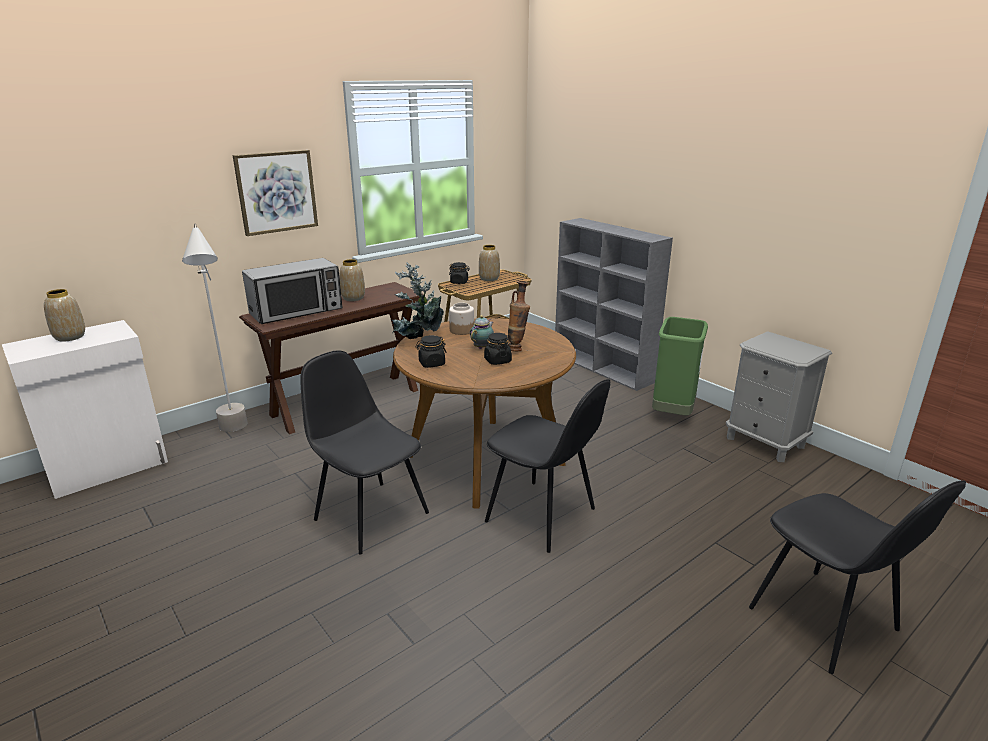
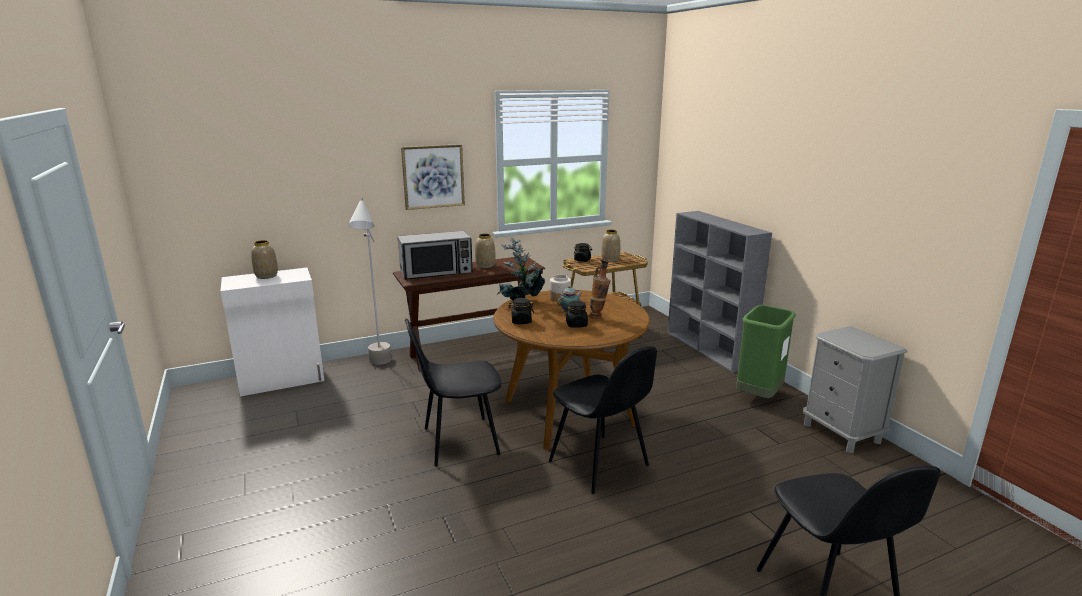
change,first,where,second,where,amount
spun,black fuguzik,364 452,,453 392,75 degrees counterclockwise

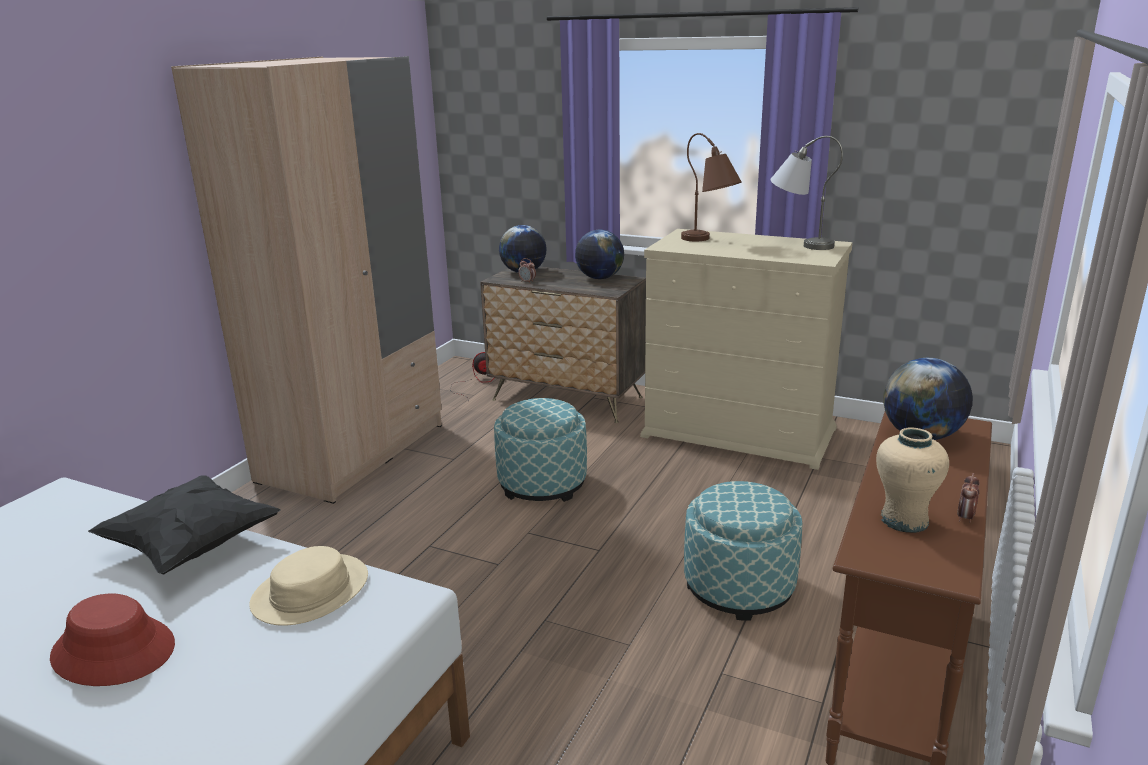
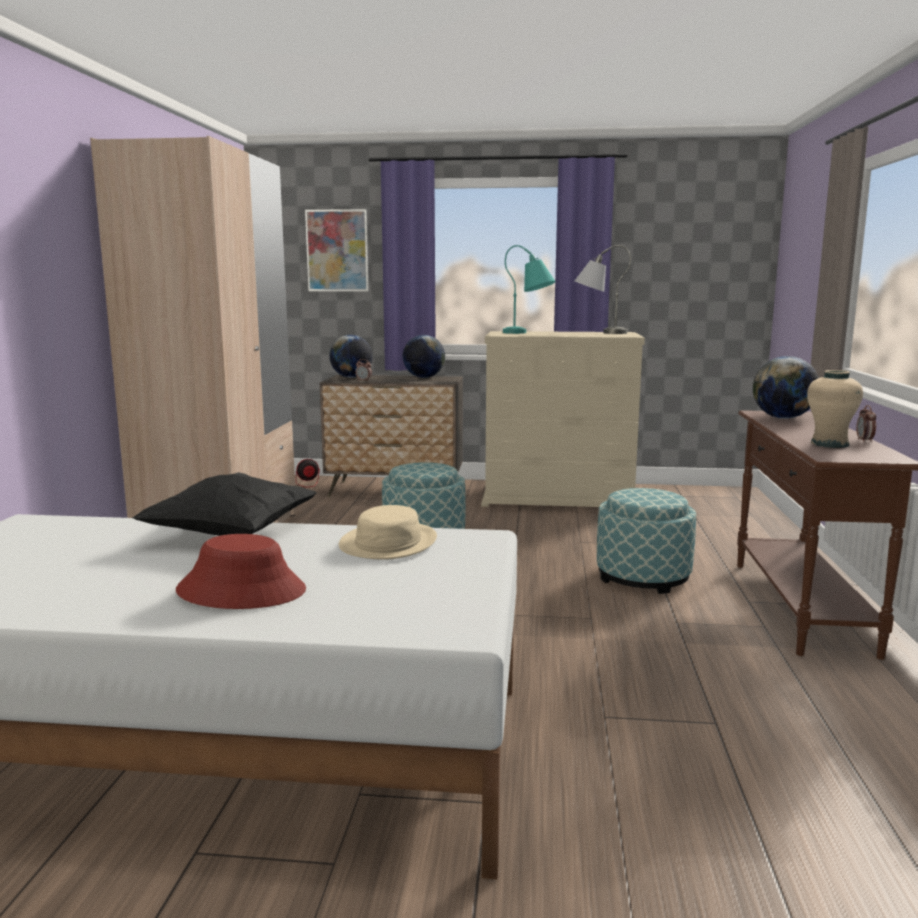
change,first,where,second,where,amount
appeared,,,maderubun,337 250,
colour,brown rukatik,711 187,turquoise rukatik,529 289,

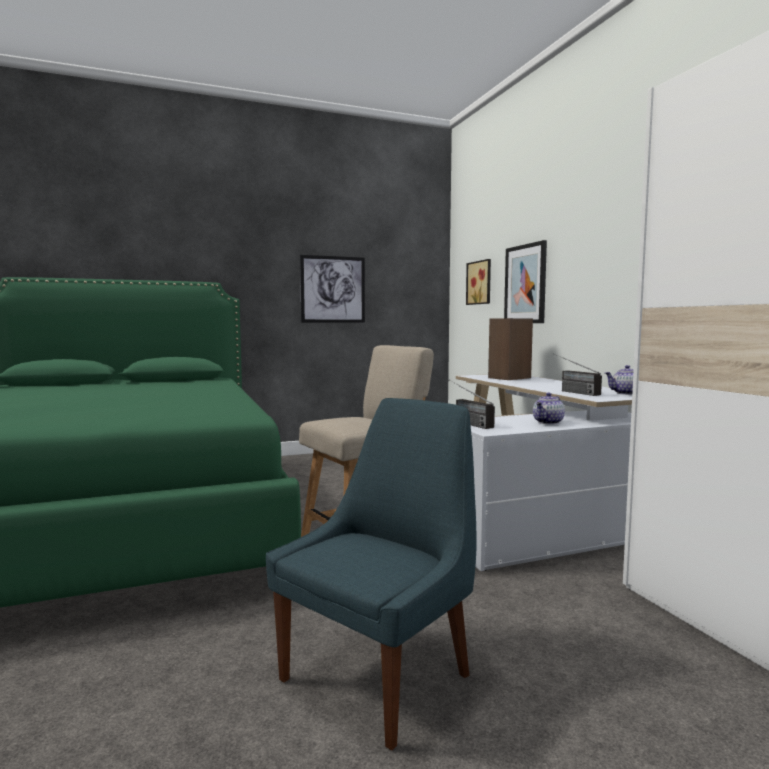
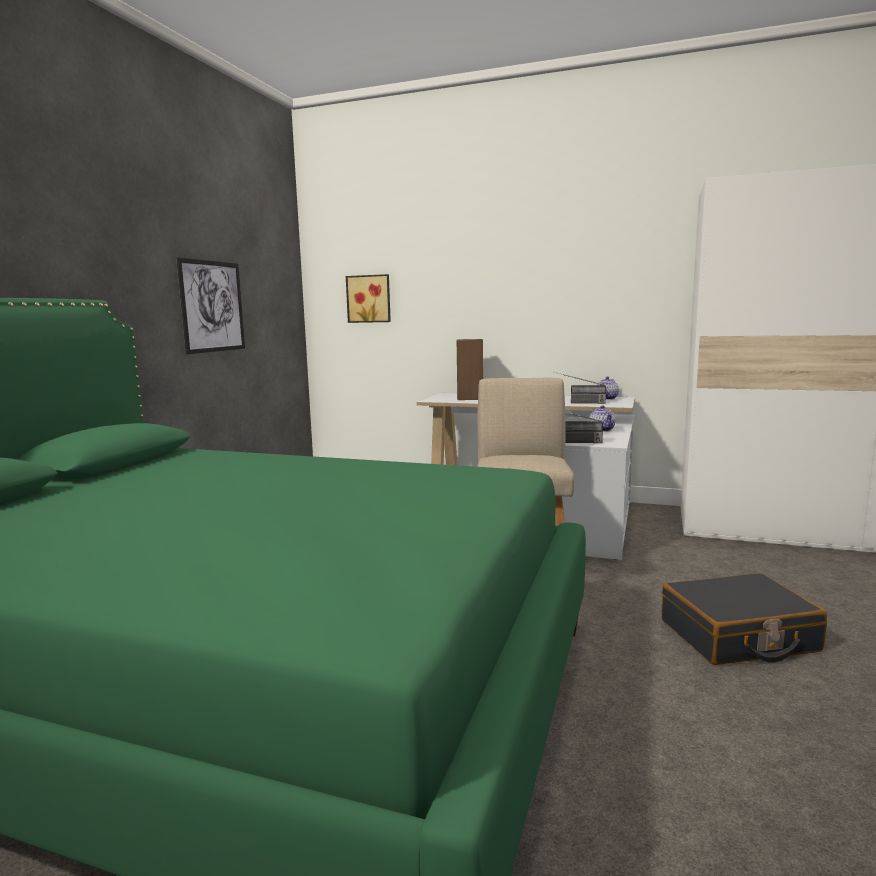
change,first,where,second,where,amount
missing,maderubun,525 281,,,
exchanged,blue fuguzik,371 574,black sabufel,744 619,

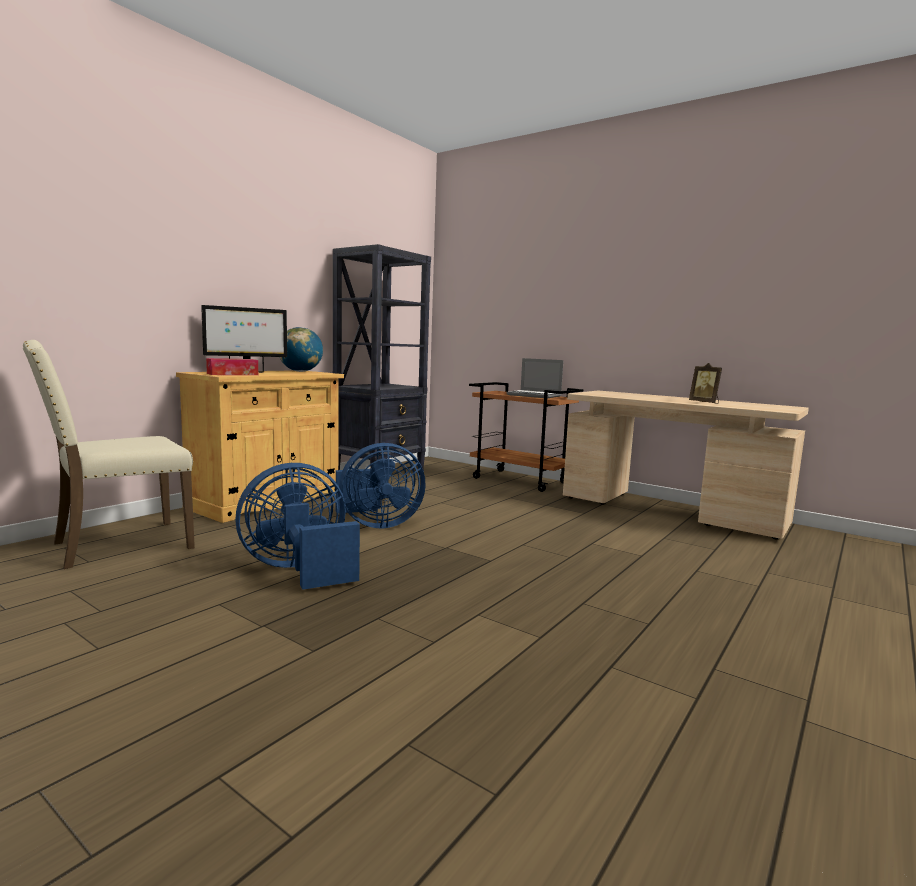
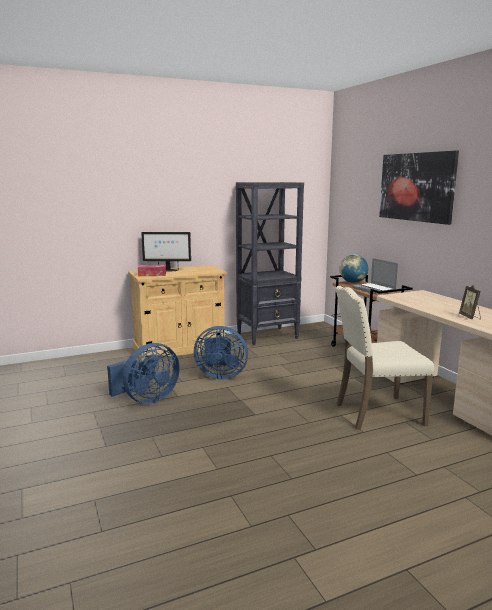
change,first,where,second,where,amount
appeared,,,maderubun,419 188,
relocated,beige fuguzik,109 454,,385 358,
relocated,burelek,301 349,,353 269,
spun,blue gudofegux,297 526,,143 373,135 degrees clockwise

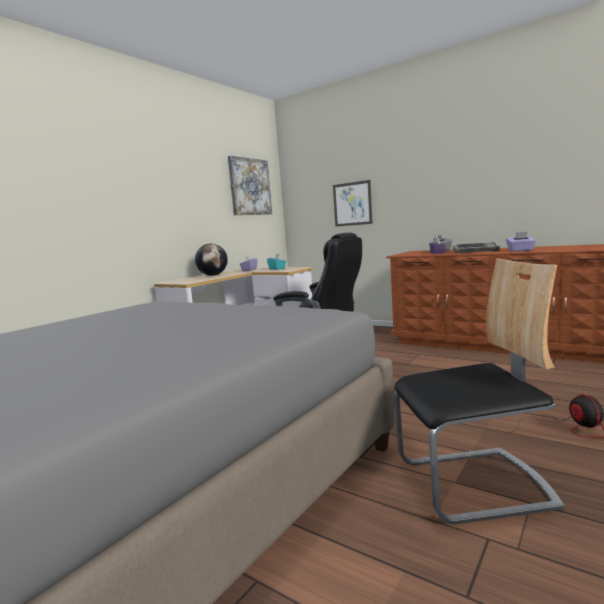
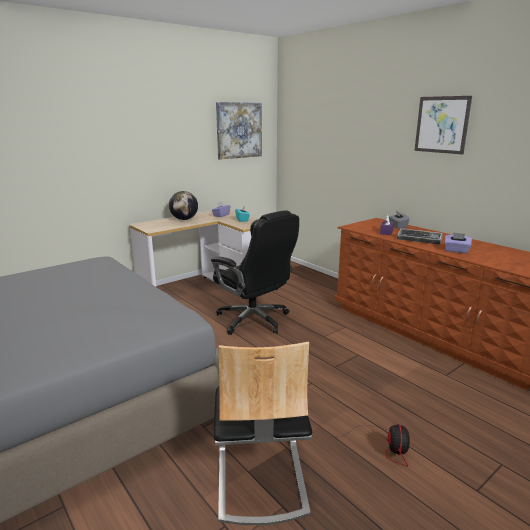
change,first,where,second,where,amount
relocated,maderubun,353 203,,443 125,
spun,fuguzik,479 391,,263 433,75 degrees clockwise

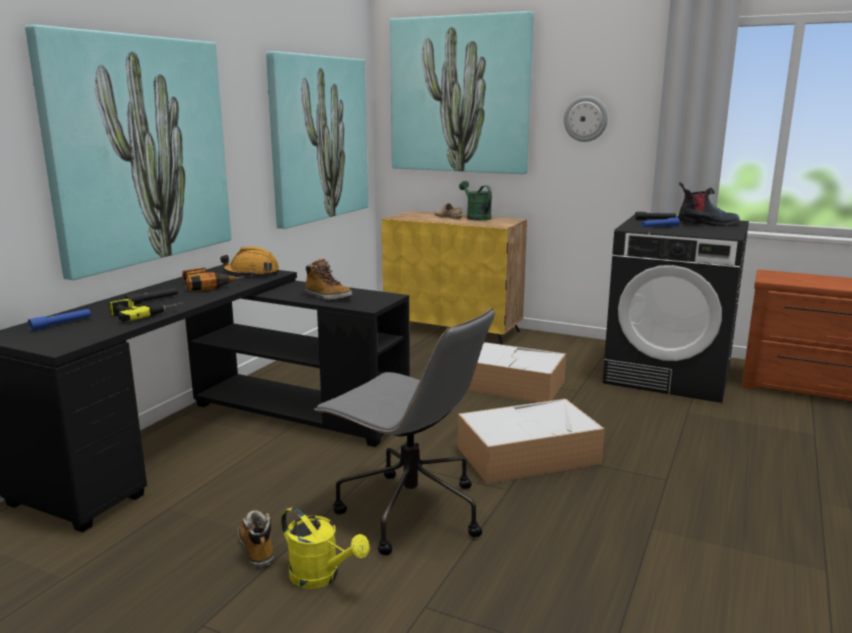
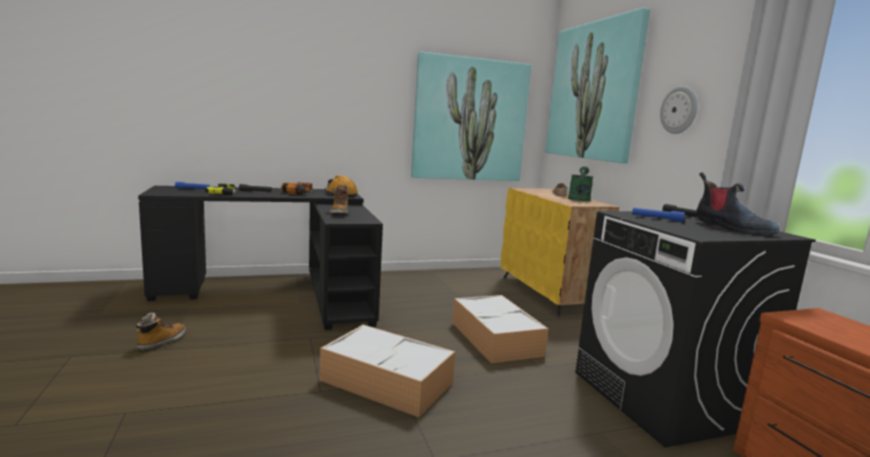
change,first,where,second,where,amount
missing,maderubun,128 152,,,
missing,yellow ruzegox,325 548,,,
missing,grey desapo,404 431,,,

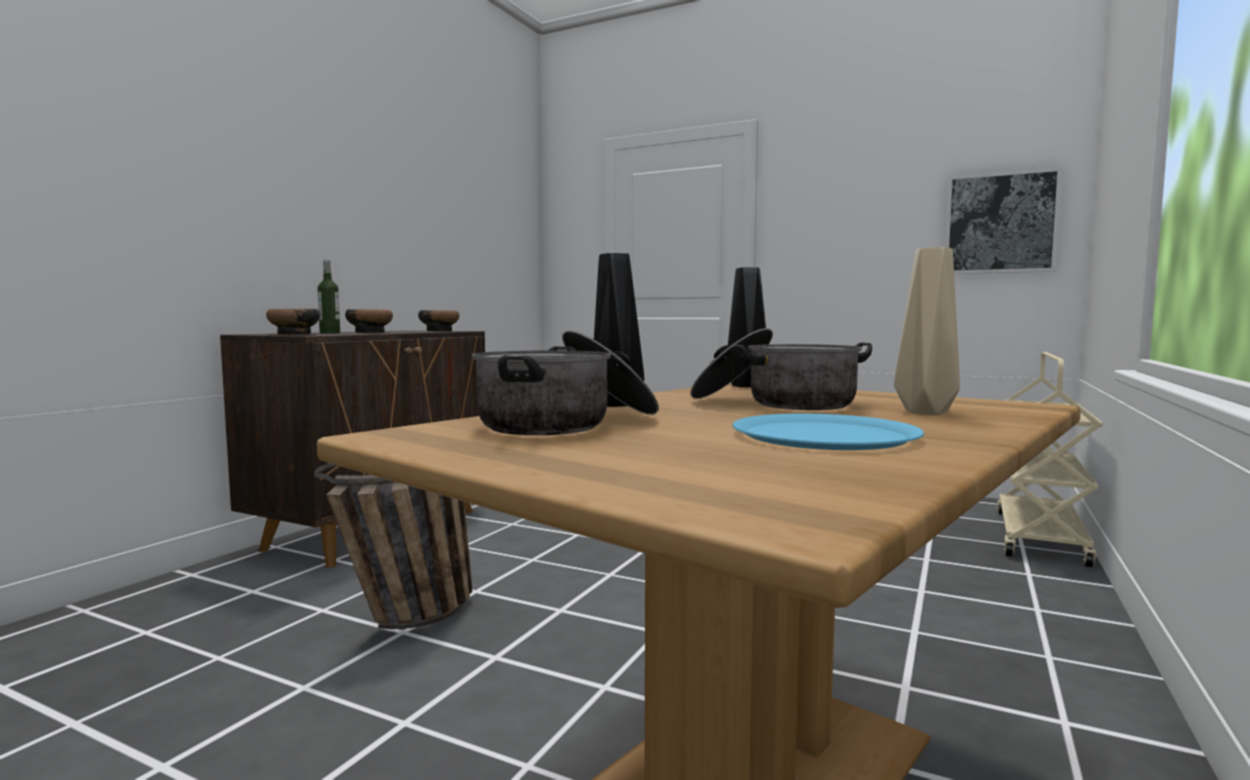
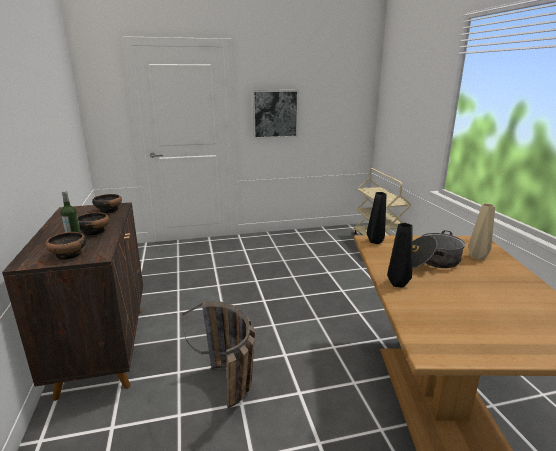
change,first,where,second,where,amount
missing,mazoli,565 382,,,
missing,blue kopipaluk,828 432,,,
relocated,maderubun,1003 220,,275 114,

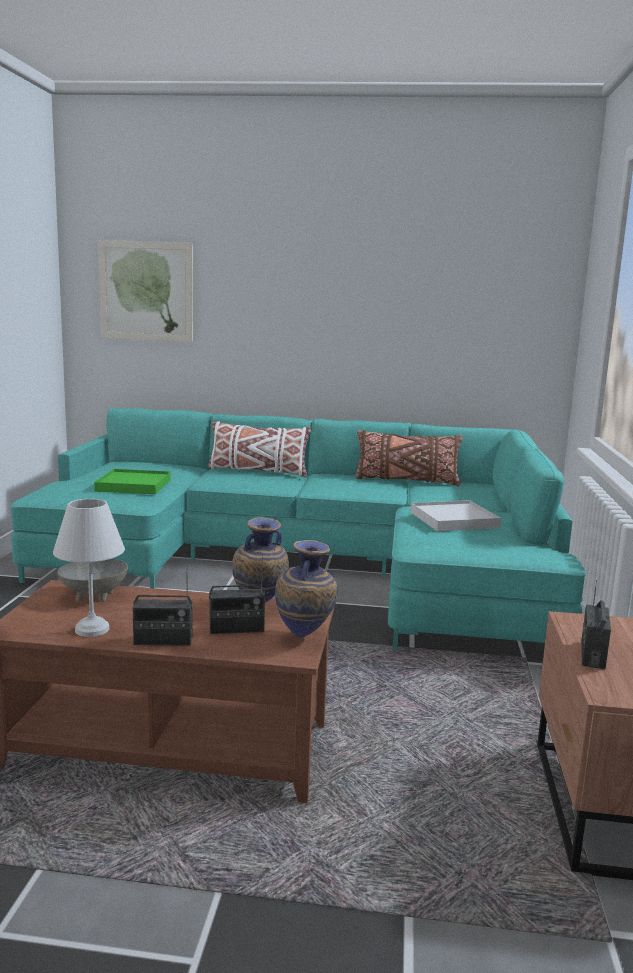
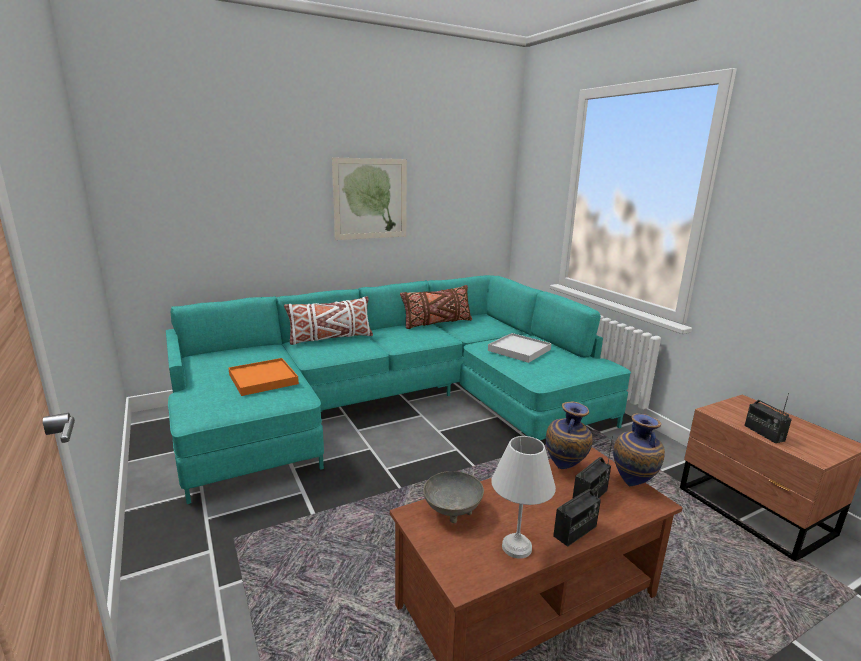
change,first,where,second,where,amount
relocated,maderubun,145 291,,369 198,
colour,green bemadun,132 481,orange bemadun,264 377,

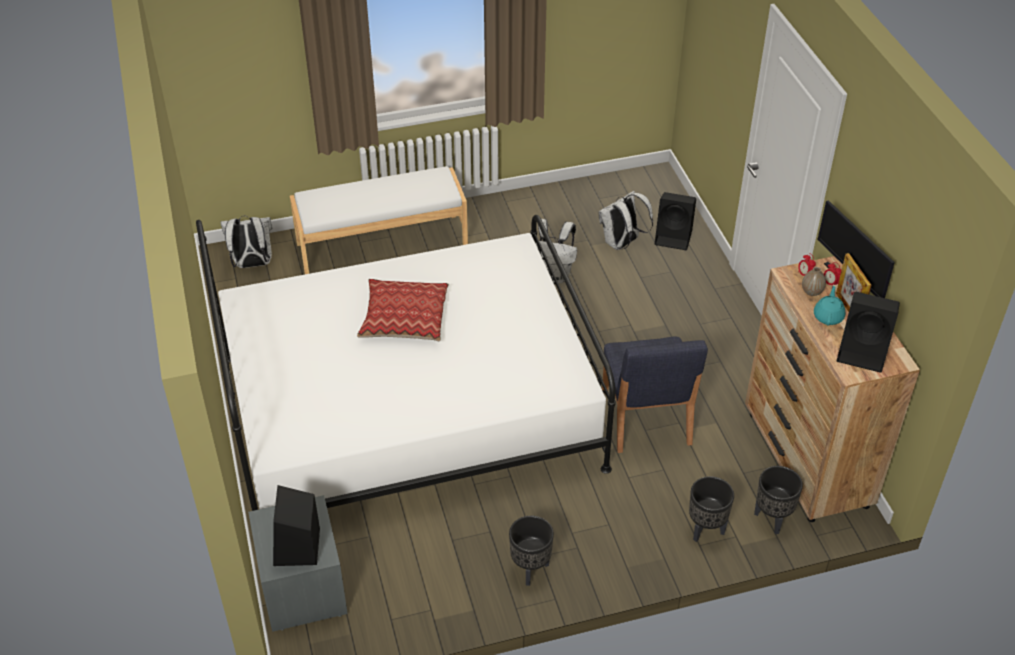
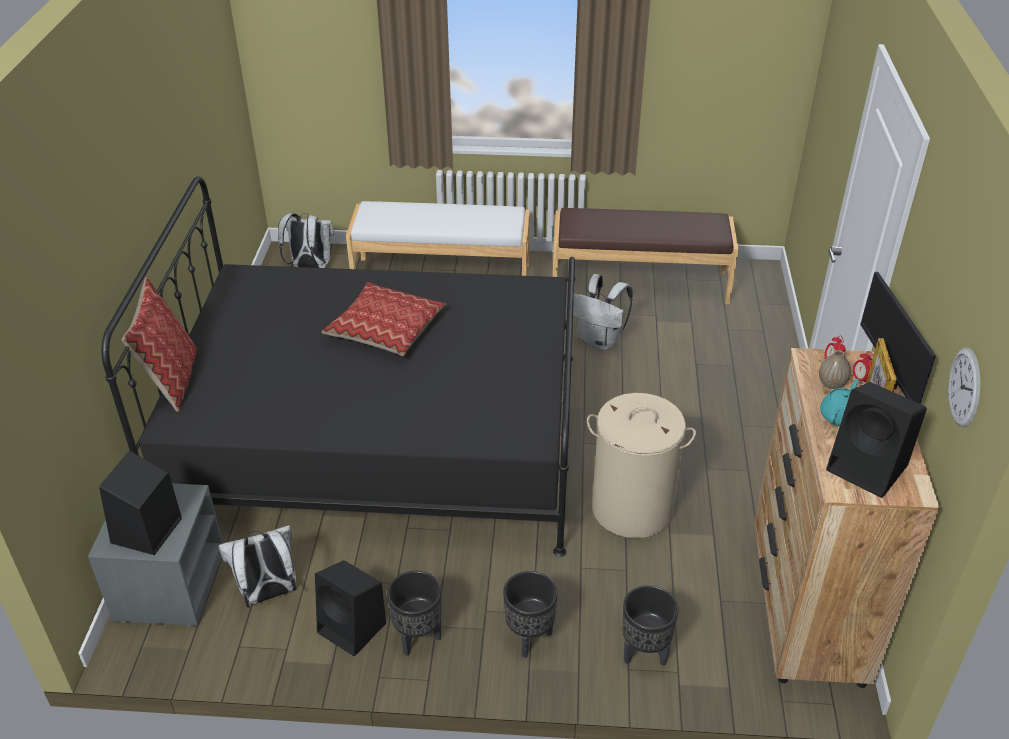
change,first,where,second,where,amount
appeared,,,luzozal,159 345,
appeared,,,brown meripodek,646 256,
appeared,,,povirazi,964 387,
relocated,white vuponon,626 220,,257 566,
relocated,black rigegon,675 221,,350 608,
relocated,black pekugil,778 500,,530 614,
exchanged,blue fuguzik,655 395,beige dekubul,641 465,
colour,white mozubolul,406 363,black mozubolul,338 366,

